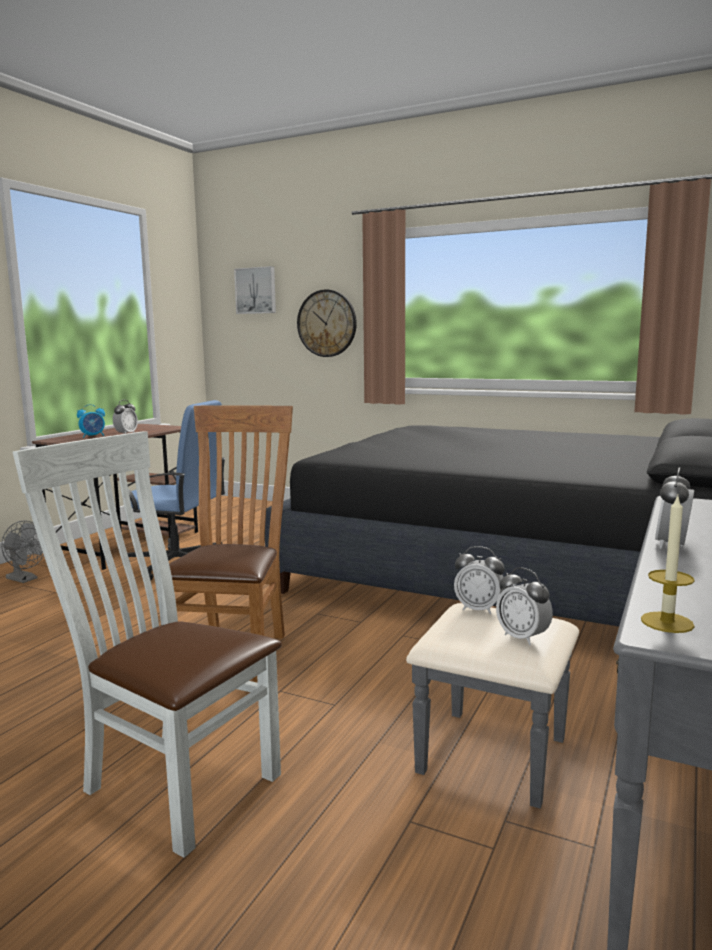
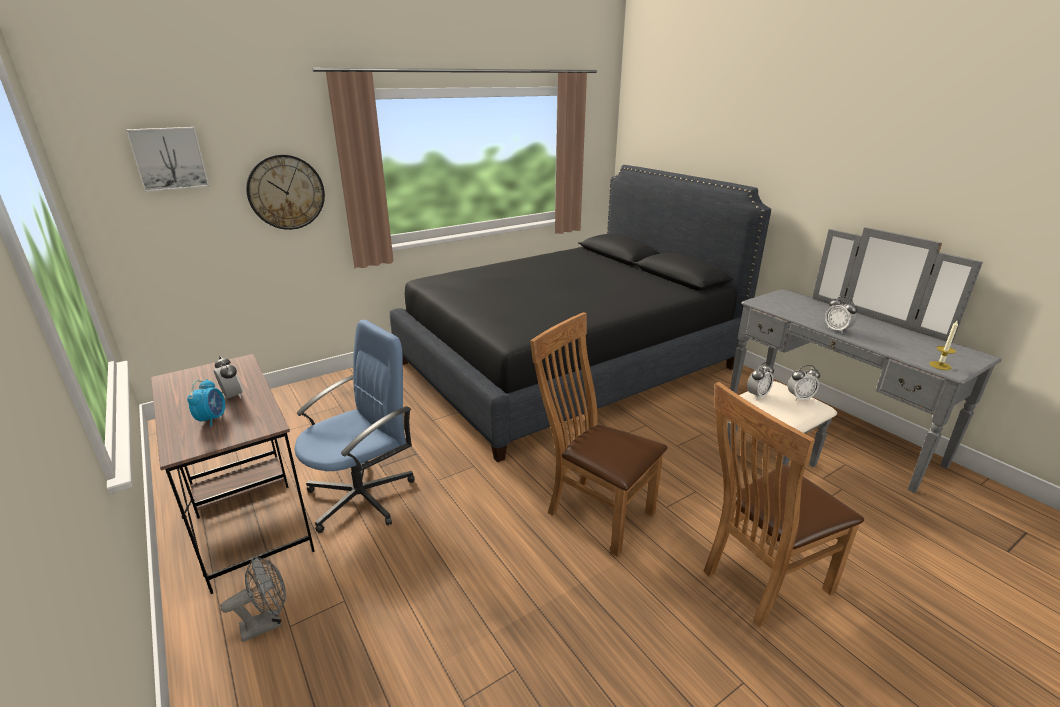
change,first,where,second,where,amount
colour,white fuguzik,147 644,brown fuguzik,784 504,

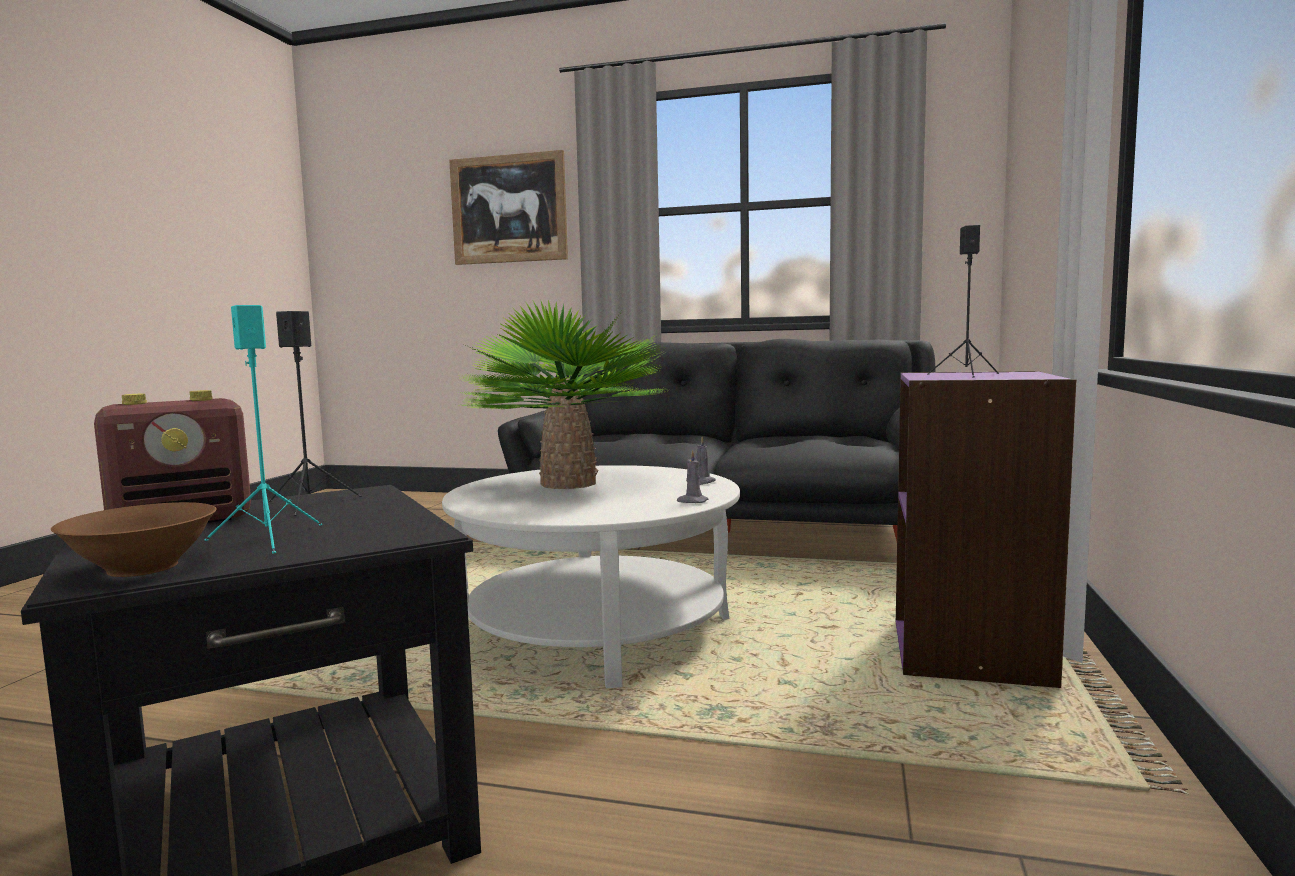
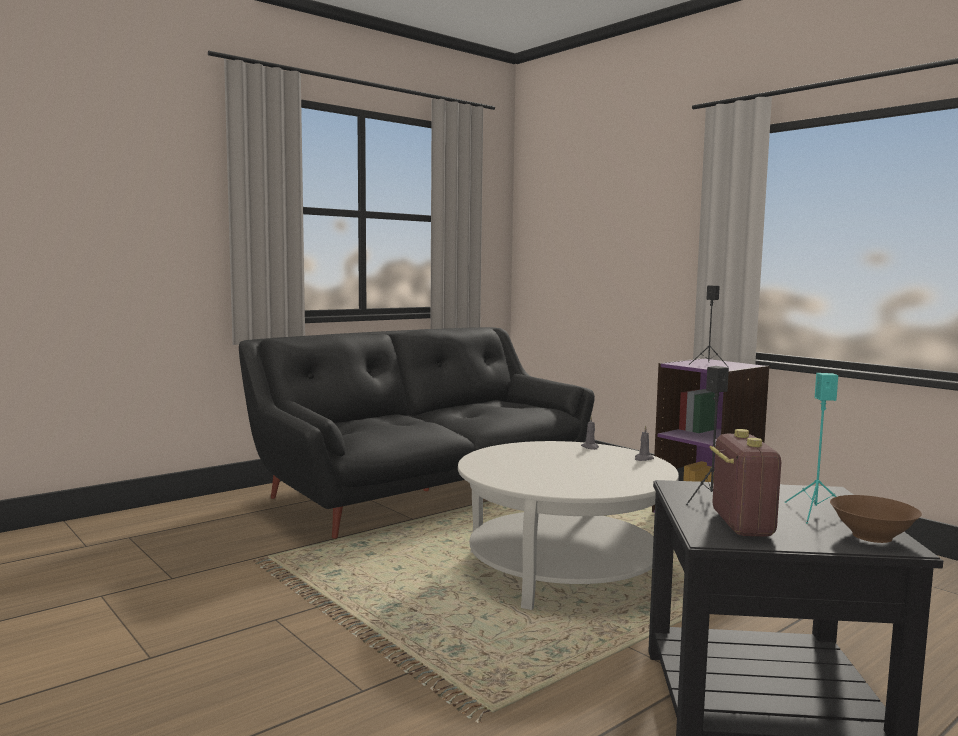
change,first,where,second,where,amount
missing,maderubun,508 207,,,
missing,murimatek,565 394,,,

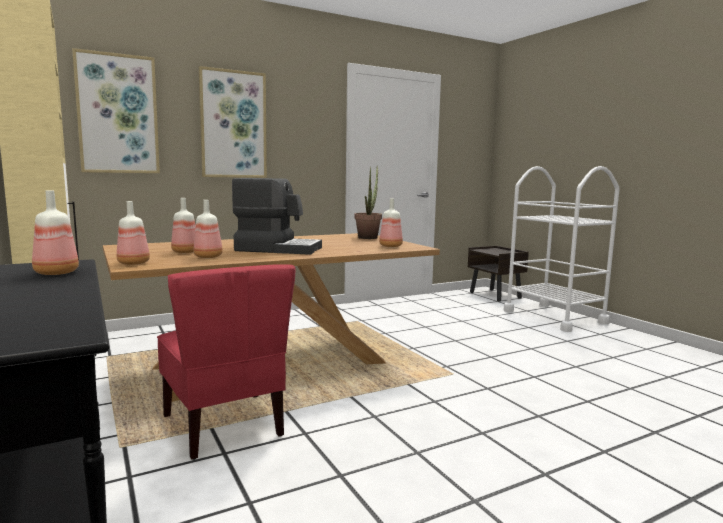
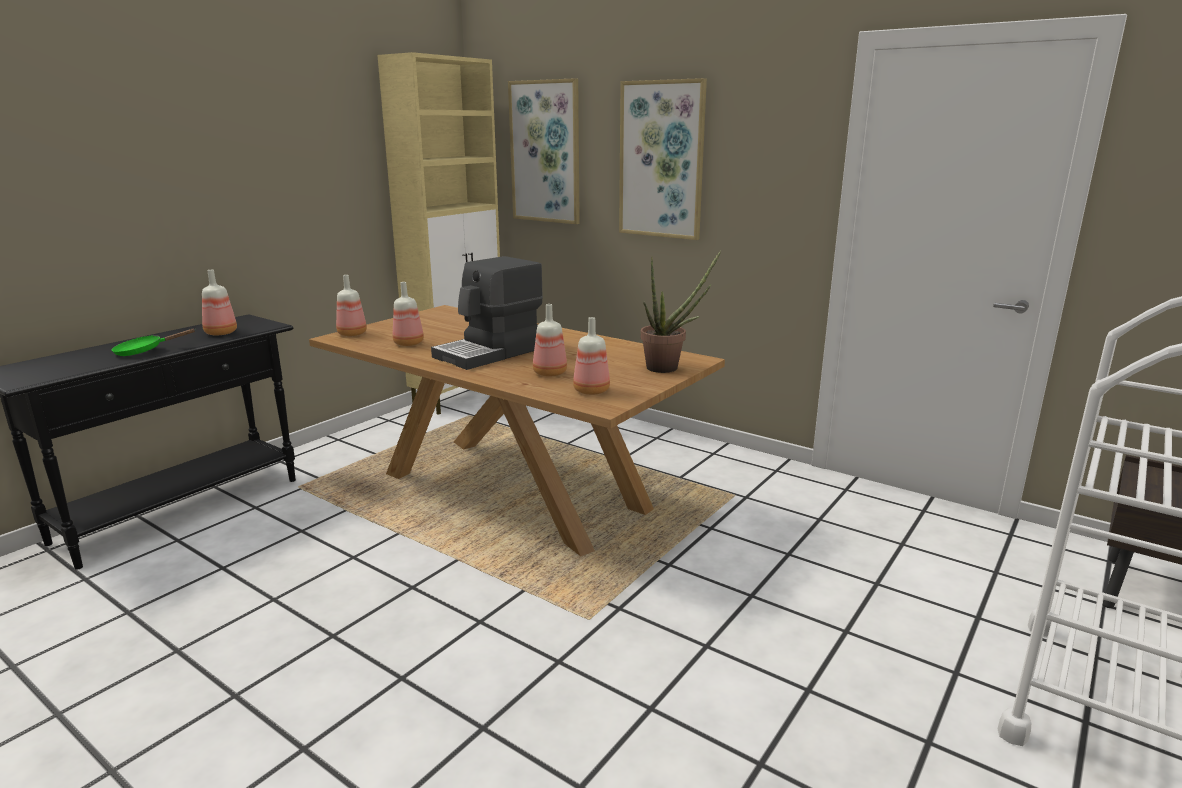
change,first,where,second,where,amount
missing,red fuguzik,226 362,,,
appeared,,,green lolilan,153 342,
relocated,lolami,183 225,,550 340,
spun,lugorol,277 216,,487 313,60 degrees clockwise

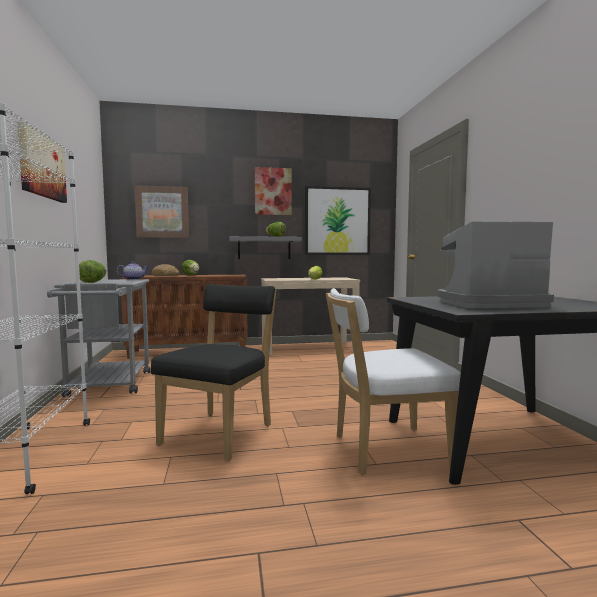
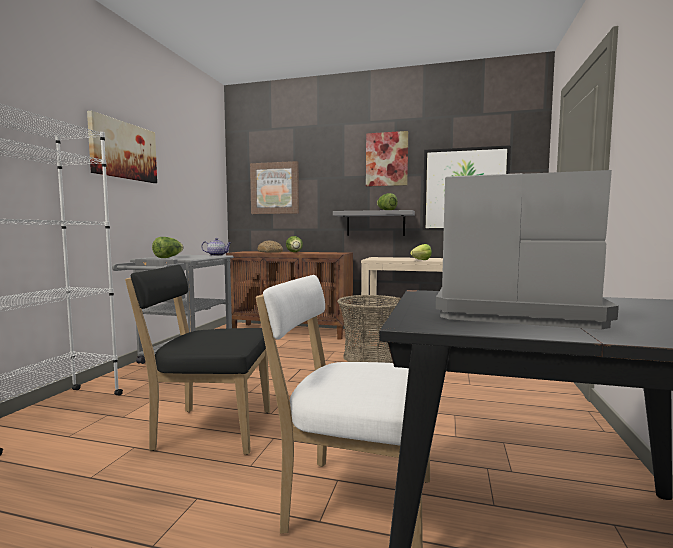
change,first,where,second,where,amount
appeared,,,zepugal,369 329,
spun,black fuguzik,213 372,,197 360,135 degrees counterclockwise

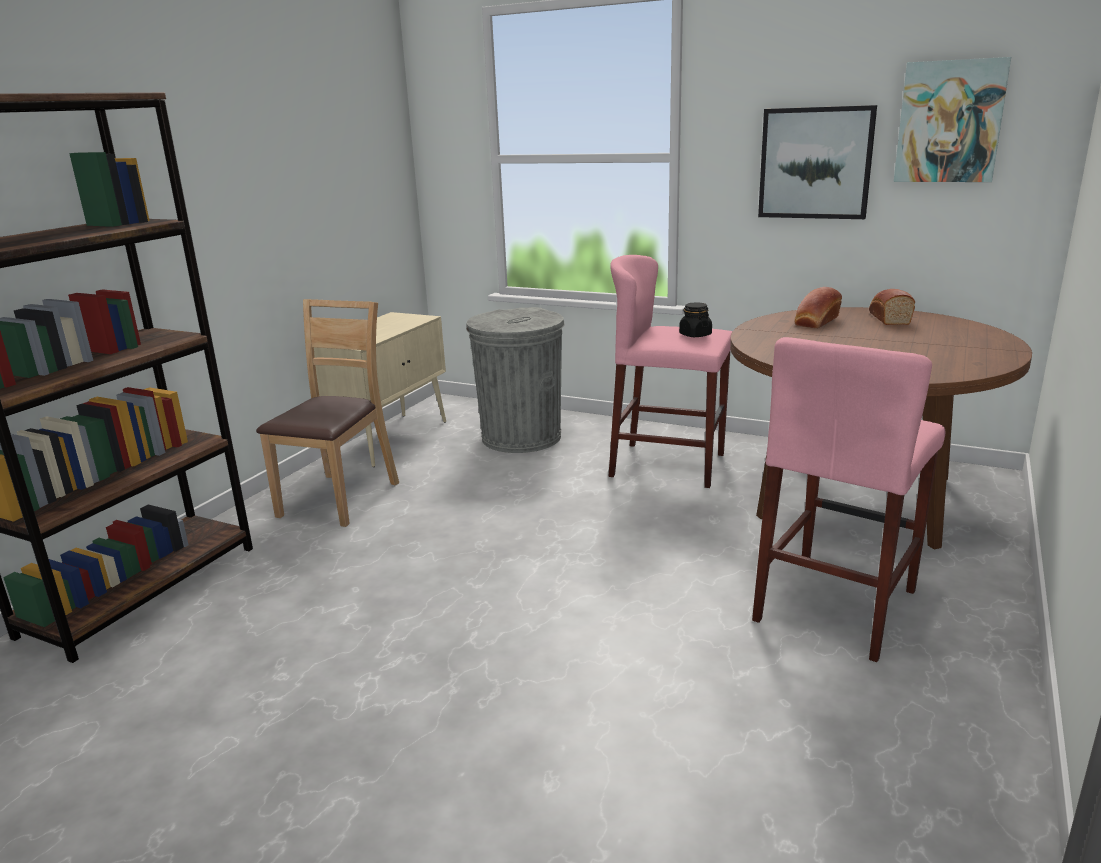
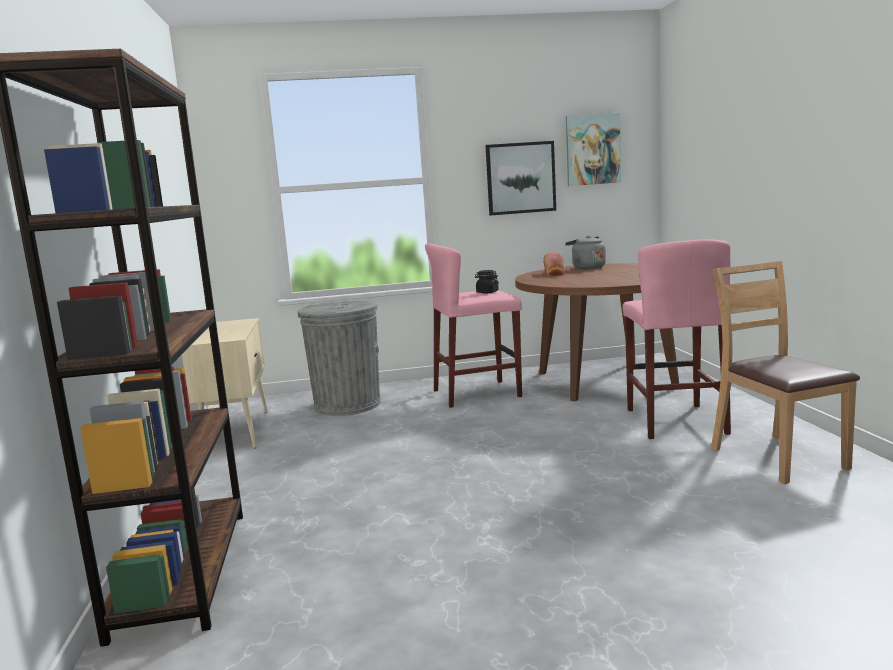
change,first,where,second,where,amount
relocated,brown fuguzik,327 413,,785 372,
exchanged,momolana,892 307,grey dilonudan,585 252,

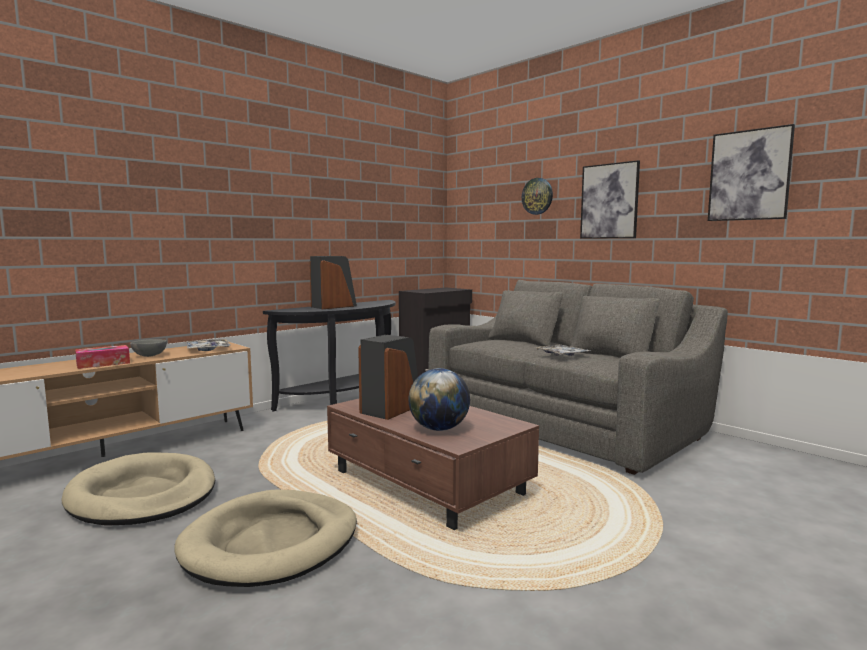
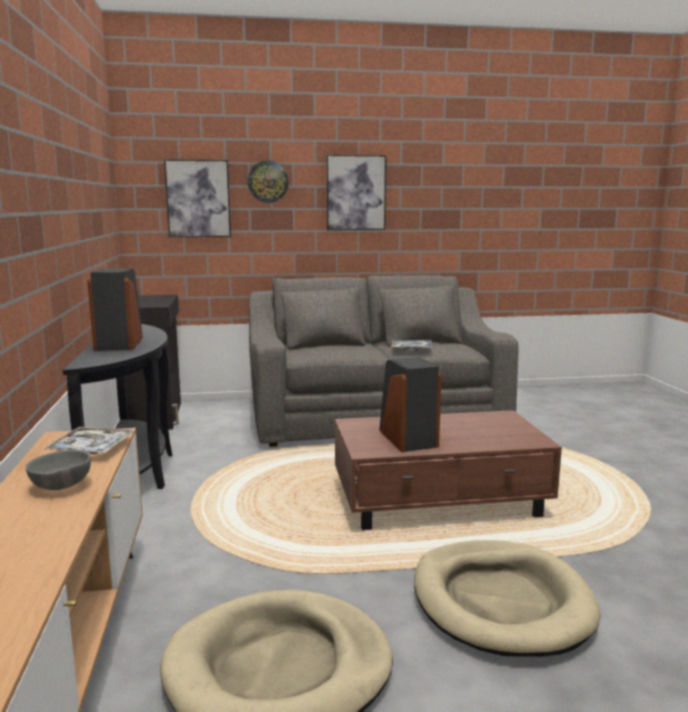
change,first,where,second,where,amount
missing,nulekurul,102 357,,,
missing,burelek,439 399,,,
relocated,maderubun,751 172,,197 198,

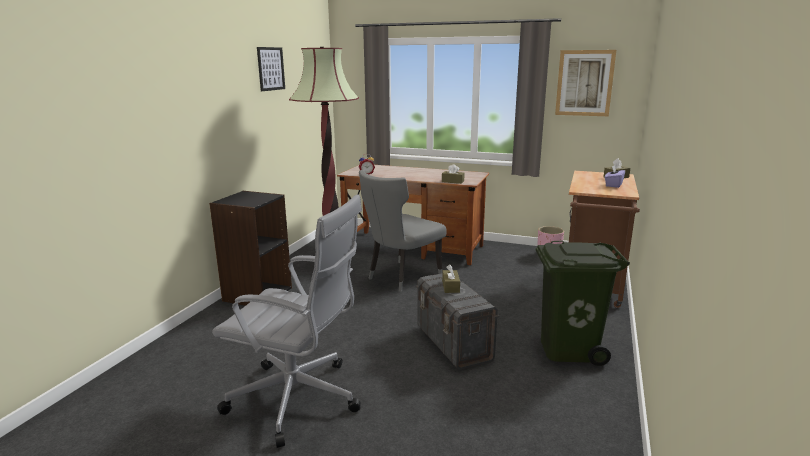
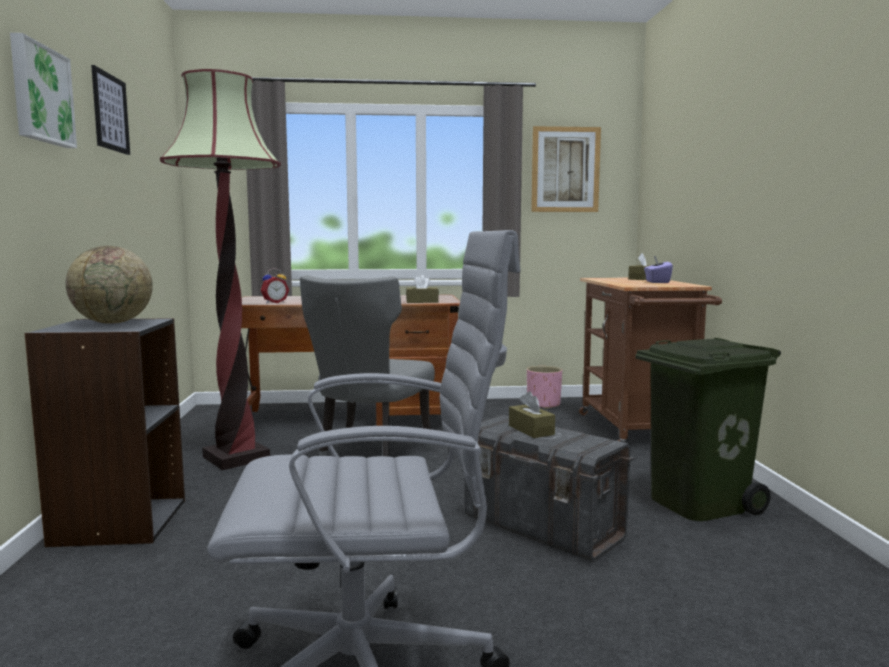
change,first,where,second,where,amount
appeared,,,maderubun,43 90,
appeared,,,burelek,109 285,

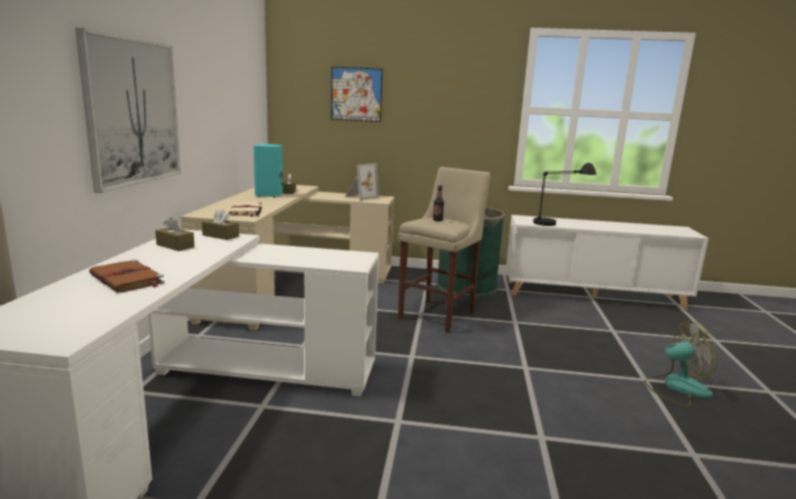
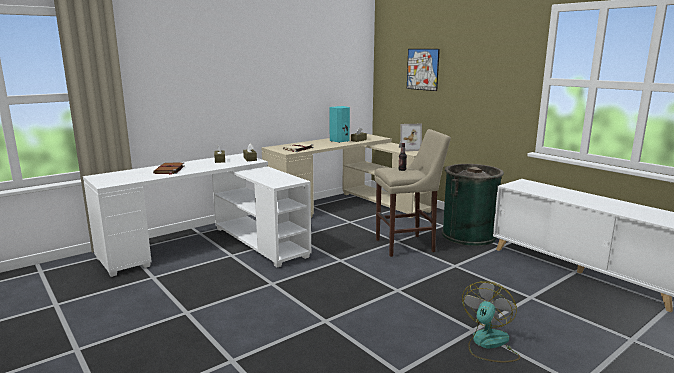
change,first,where,second,where,amount
missing,maderubun,128 110,,,
missing,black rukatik,565 194,,,
spun,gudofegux,680 363,,491 321,105 degrees counterclockwise

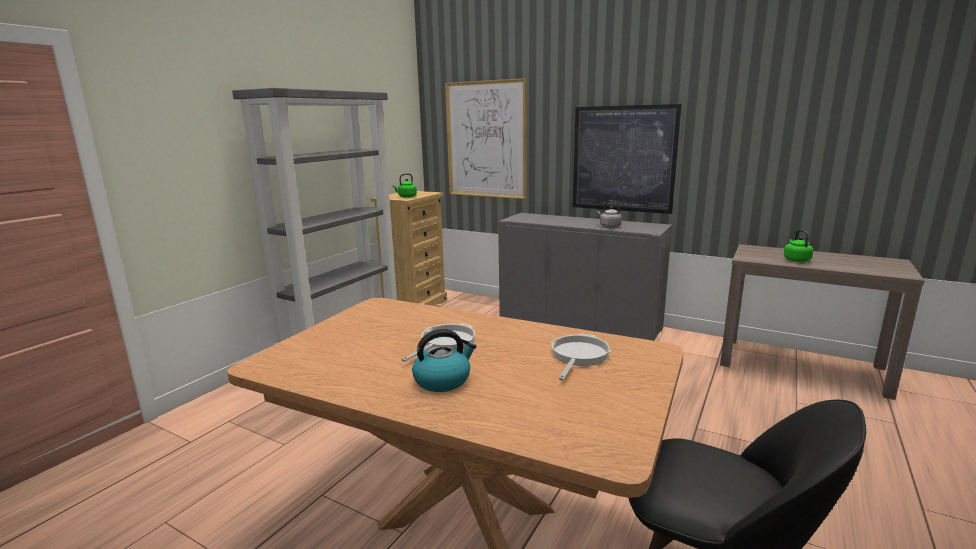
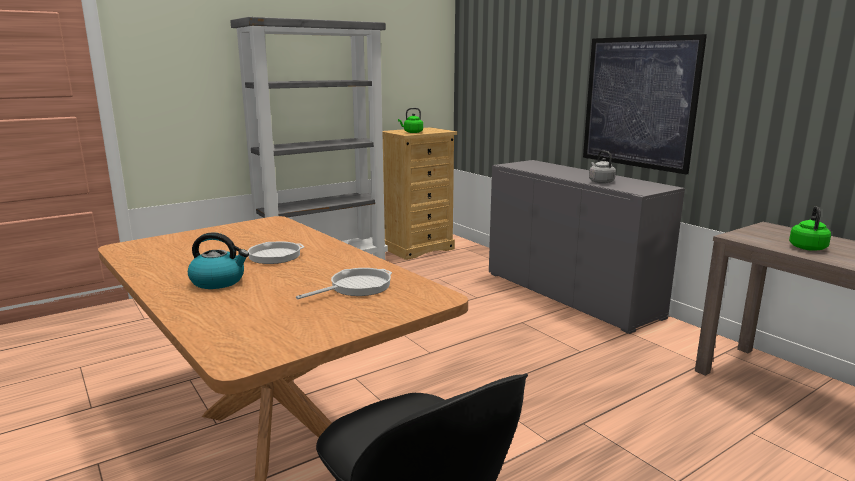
change,first,where,second,where,amount
missing,maderubun,486 138,,,

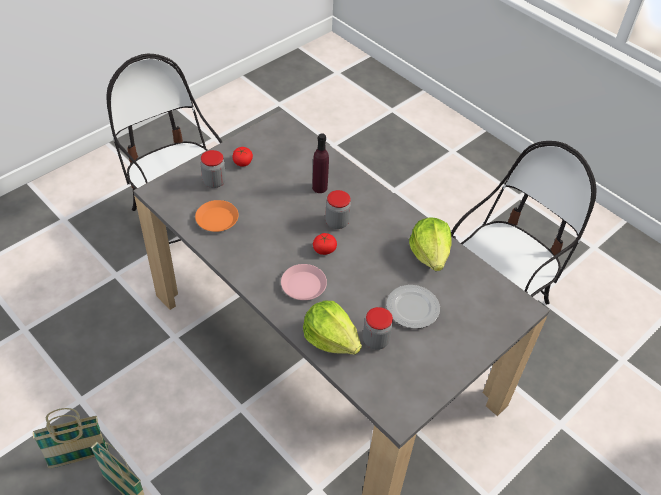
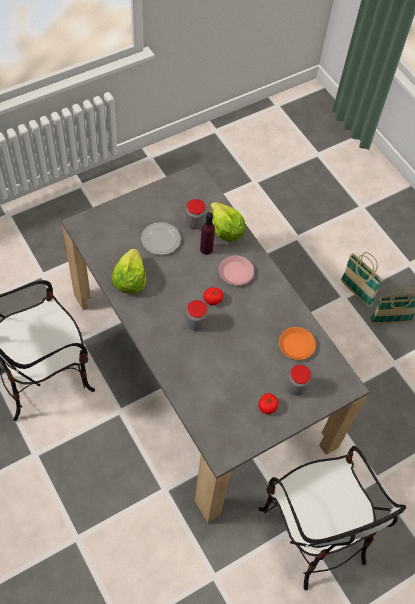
change,first,where,second,where,amount
relocated,purple lolami,320 163,,207 233,

